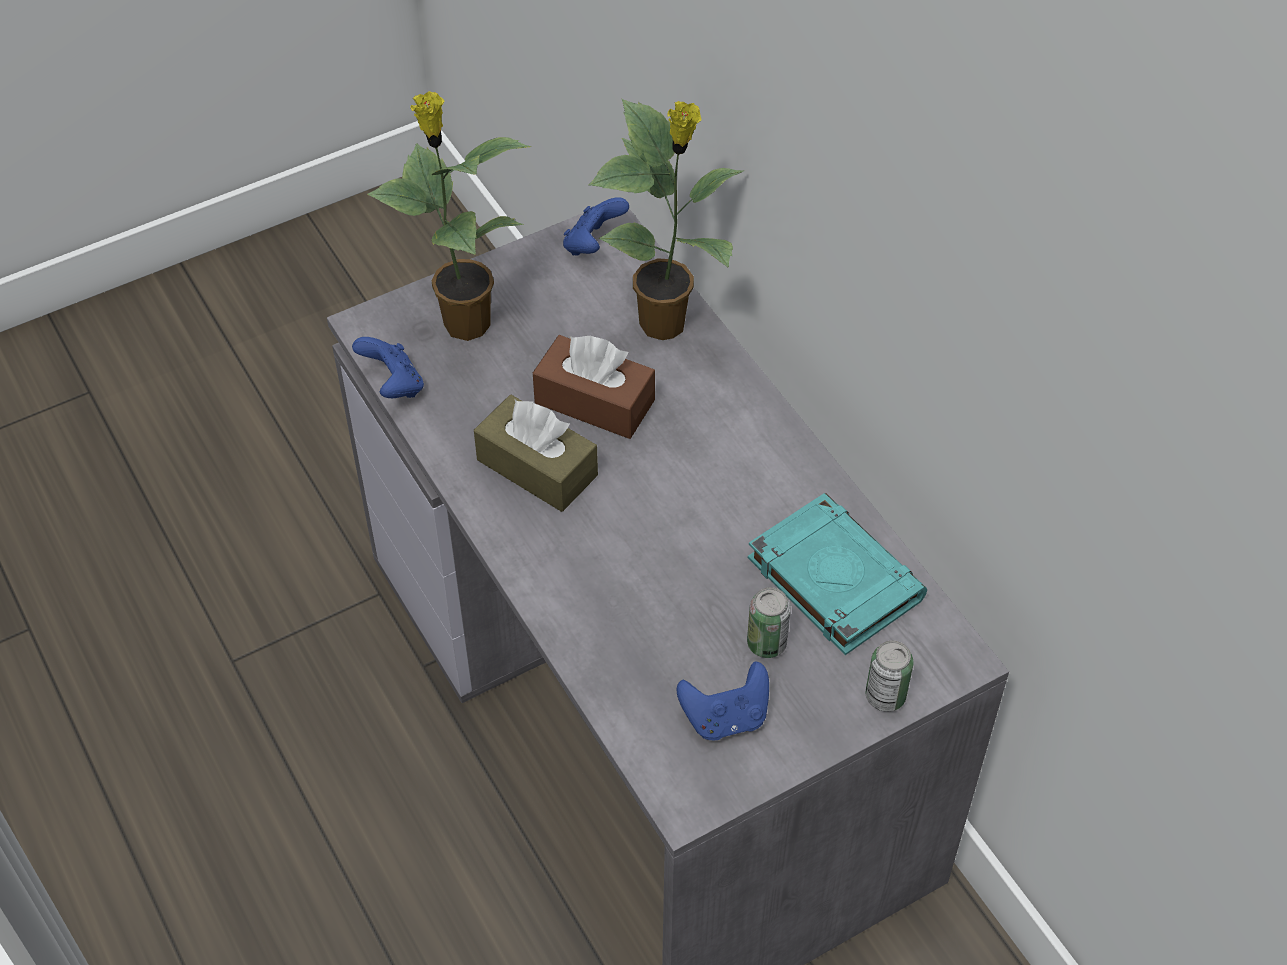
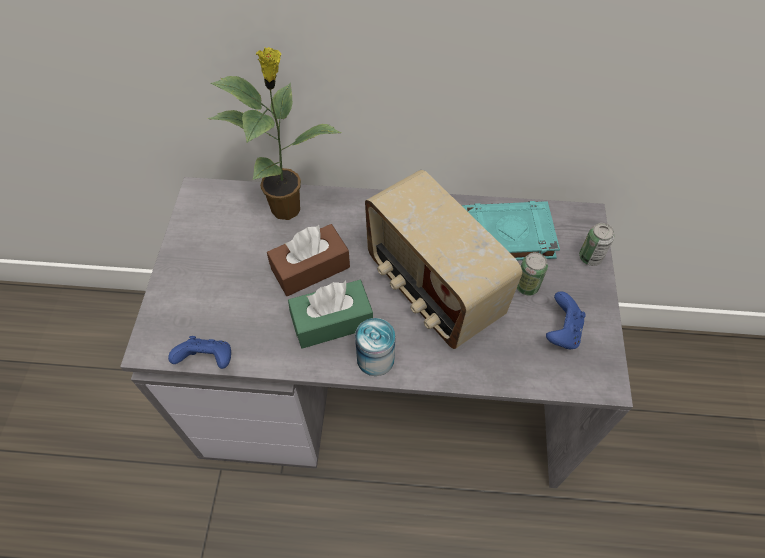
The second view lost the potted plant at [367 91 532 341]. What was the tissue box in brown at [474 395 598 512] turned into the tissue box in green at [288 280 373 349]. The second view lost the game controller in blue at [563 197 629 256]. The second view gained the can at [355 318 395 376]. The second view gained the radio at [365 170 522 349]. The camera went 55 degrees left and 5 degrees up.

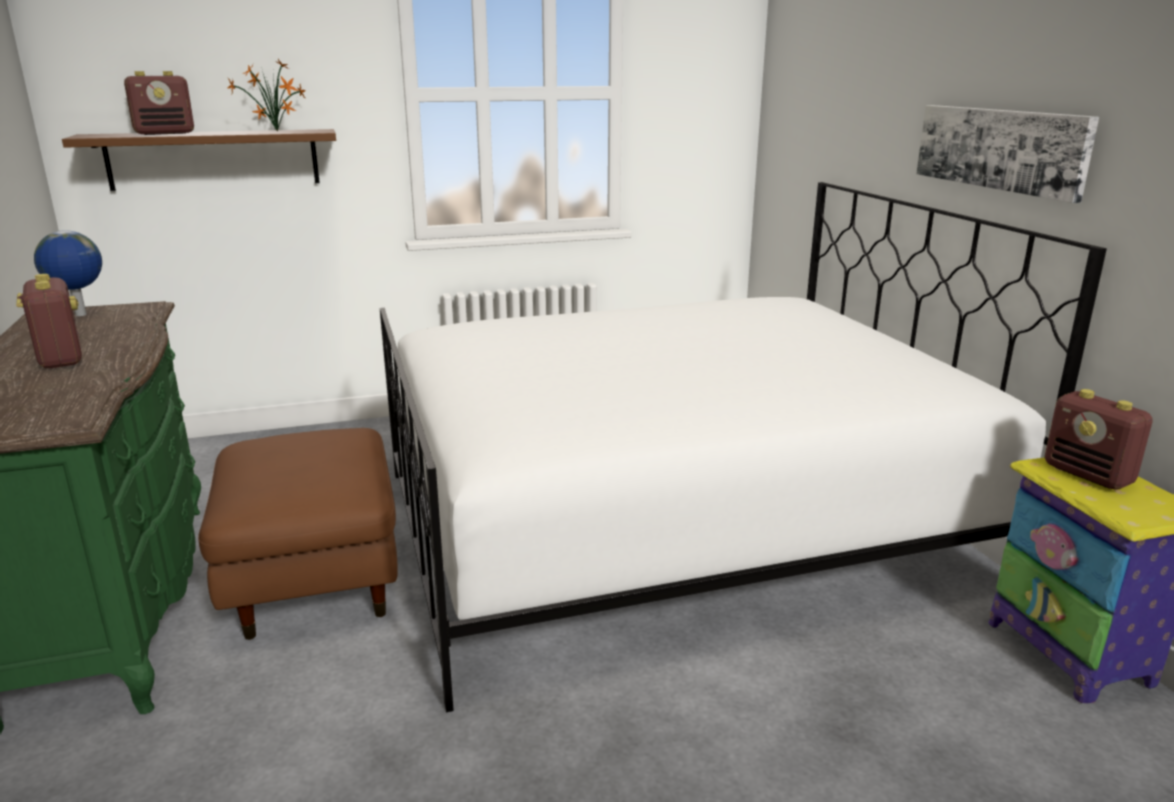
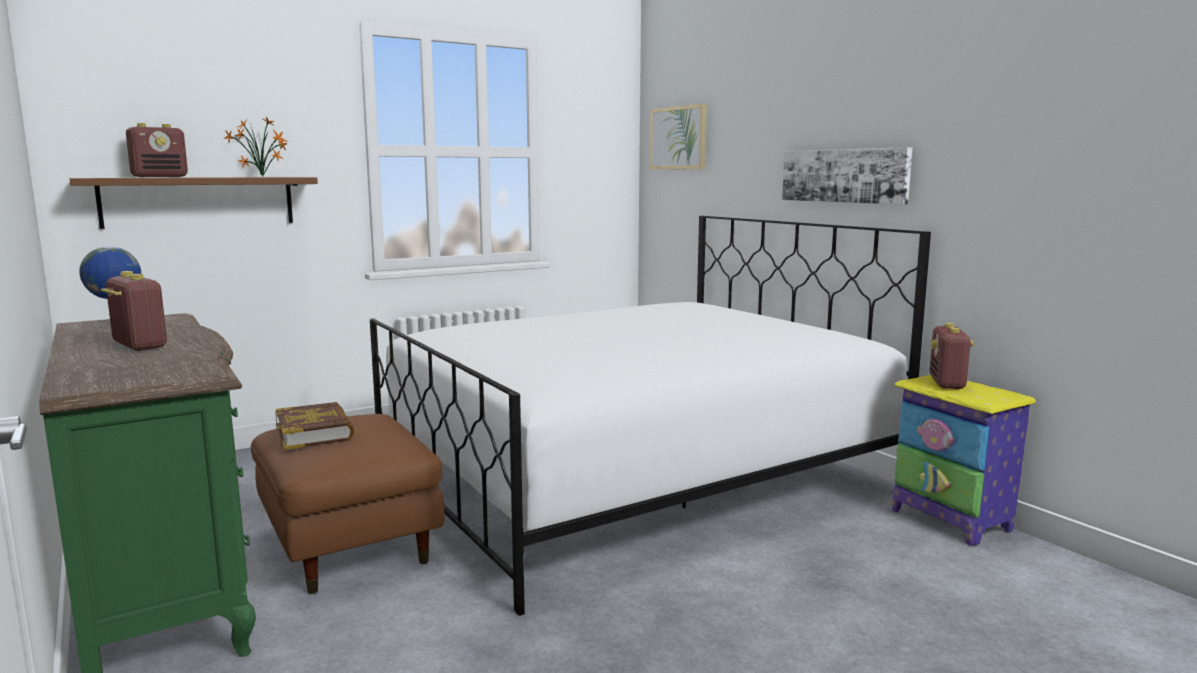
The radio at [1045 389 1152 490] ended up facing another way, 60 degrees clockwise from before. The second view gained the book at [275 402 354 450]. The second view gained the picture at [650 104 707 169]. The camera went 15 degrees left and 10 degrees down.

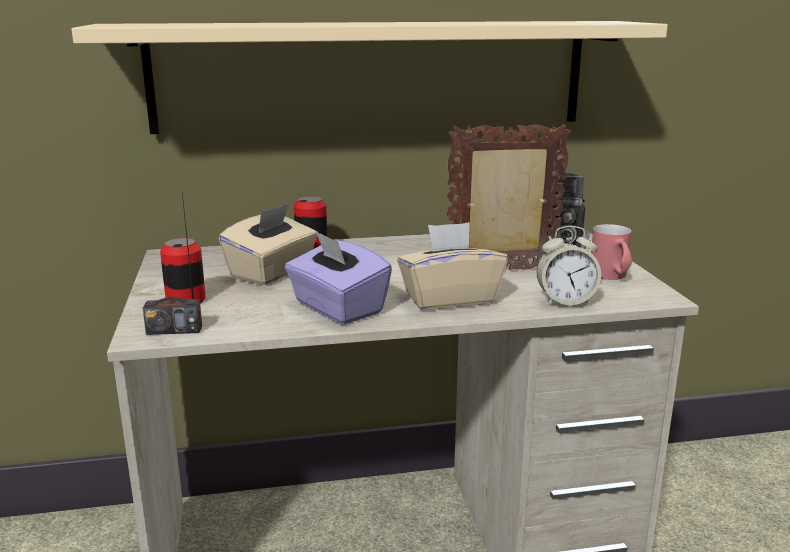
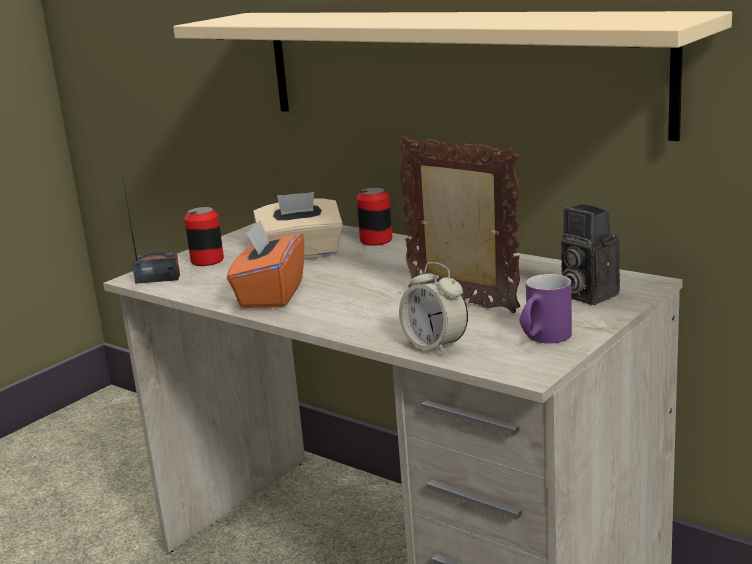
The radio at [143 192 202 335] ended up facing another way, 135 degrees clockwise from before. What was the tissue box in purple at [285 230 392 325] turned into the tissue box in orange at [227 220 304 308]. The second view lost the tissue box in beige at [397 222 508 310]. What was the mug in red at [591 224 632 280] turned into the mug in purple at [519 274 572 343]. The camera went 50 degrees right and 0 degrees up.

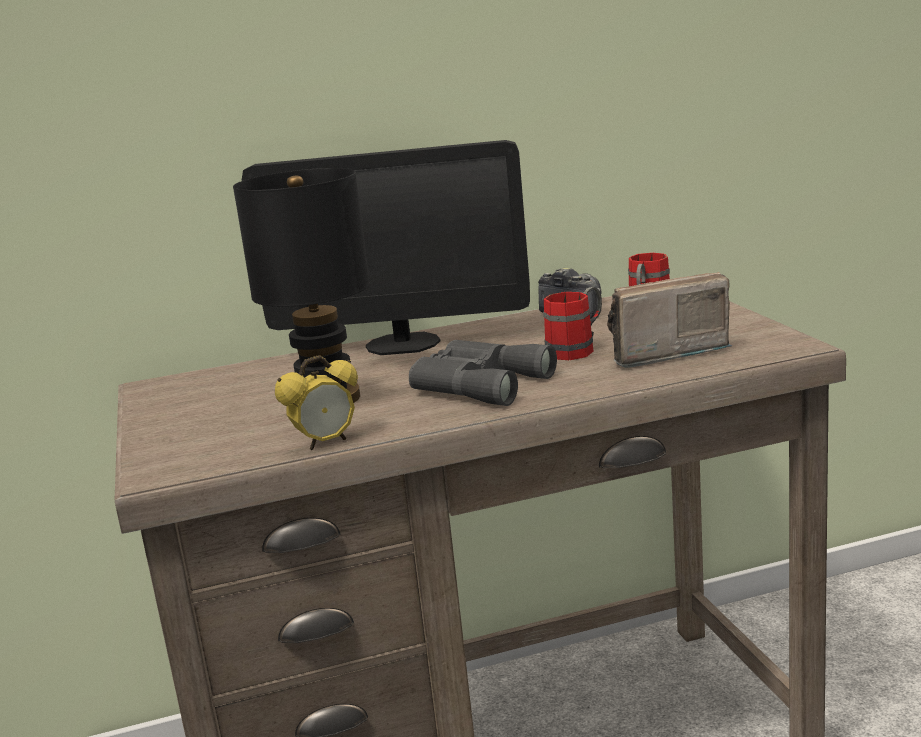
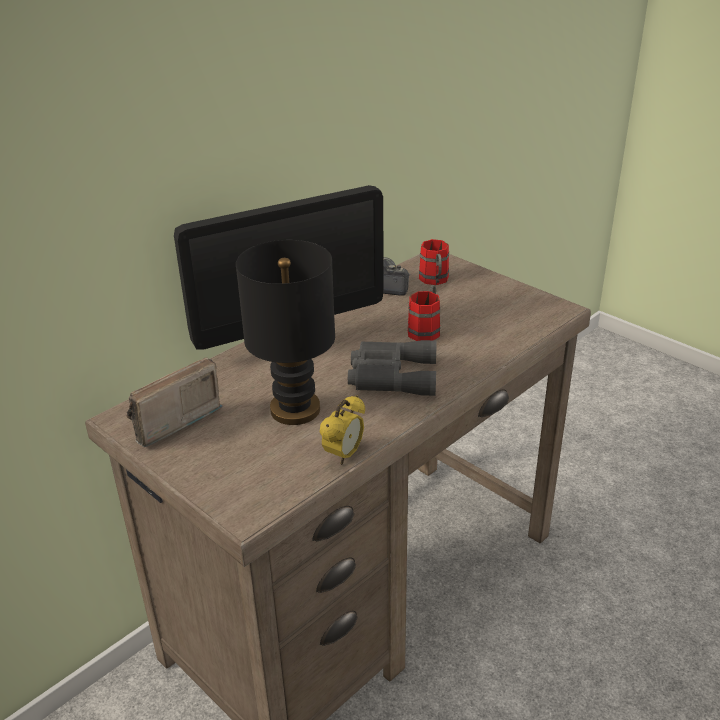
The radio ended up elsewhere, having gone from [607 272 732 367] to [126 357 223 447]. The camera went 30 degrees left and 15 degrees up.

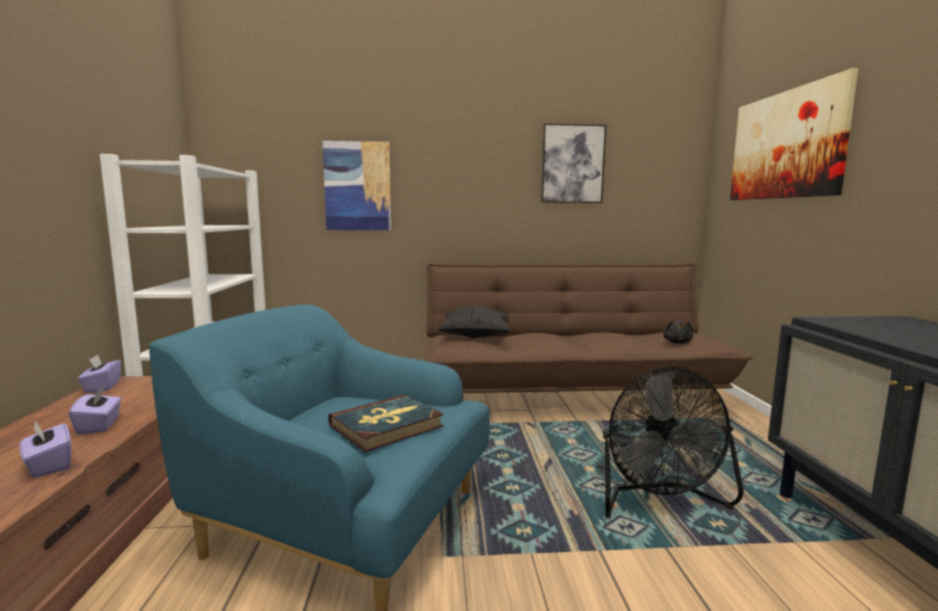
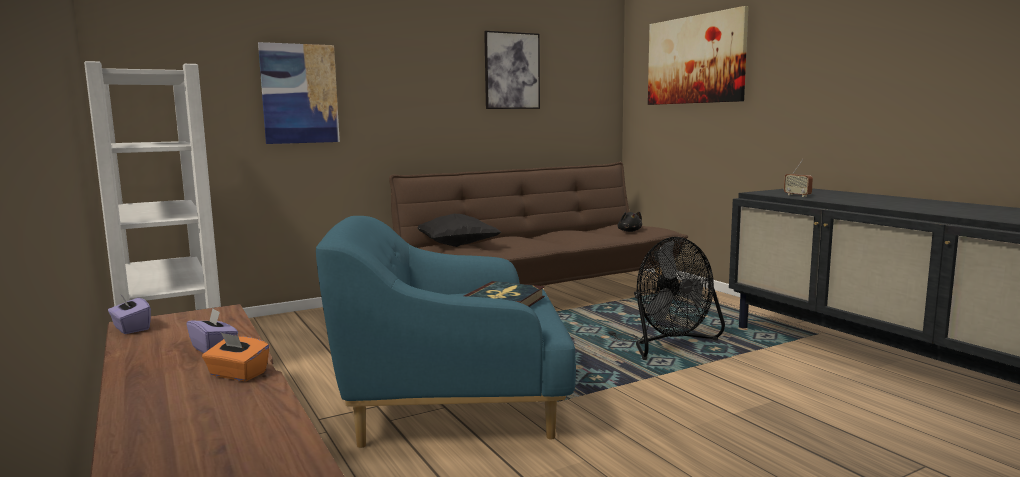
What was the tissue box in purple at [19 421 71 478] turned into the tissue box in orange at [202 333 270 381]. The second view gained the radio at [784 159 813 197]. The camera went 25 degrees left and 0 degrees up.

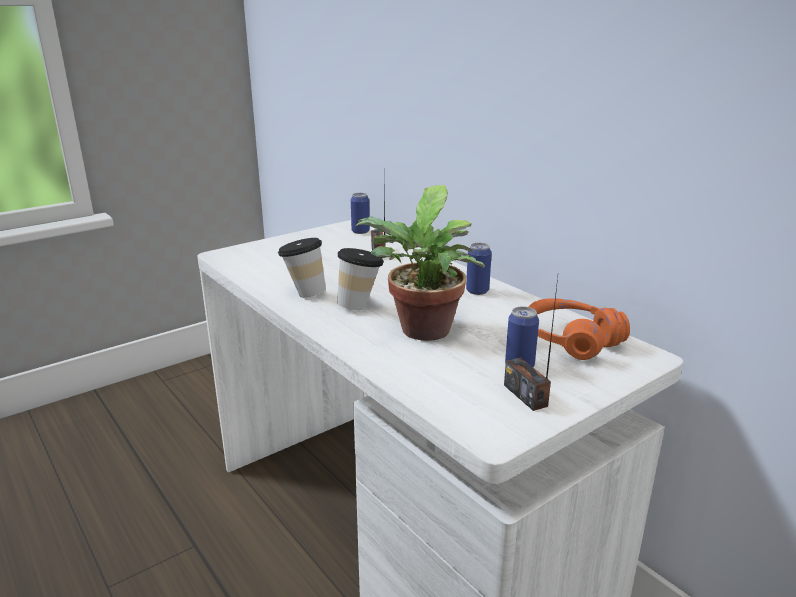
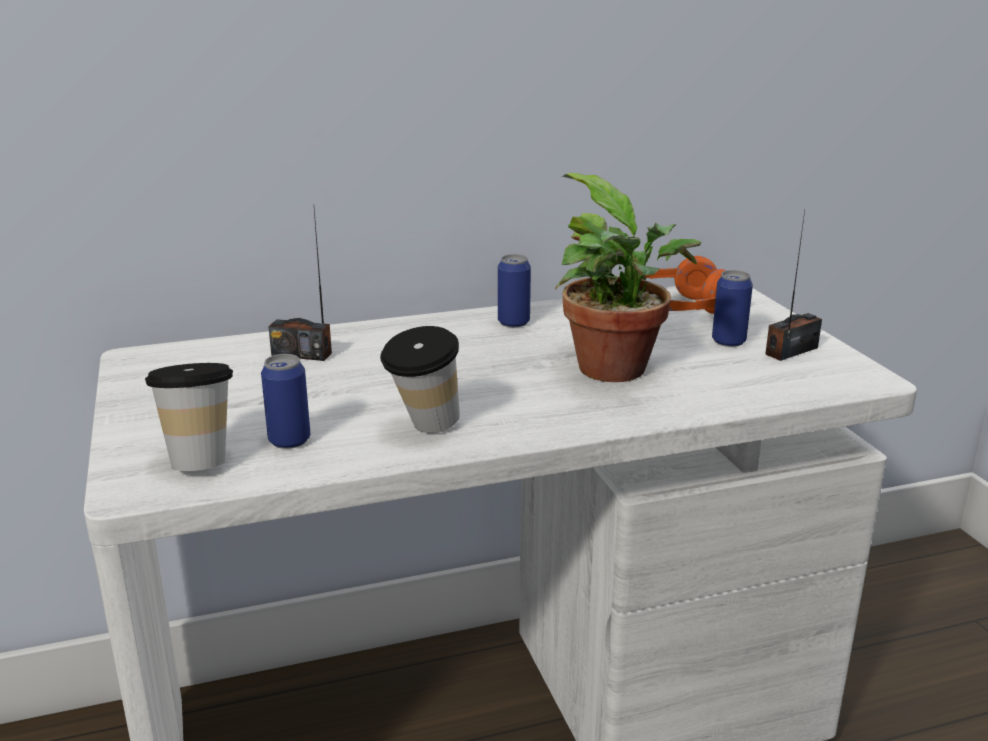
The cup ended up elsewhere, having gone from [337 248 384 310] to [145 363 233 471]. The can ended up elsewhere, having gone from [351 193 370 234] to [261 354 310 449]. The radio at [504 277 558 411] ended up facing another way, 150 degrees clockwise from before. The camera went 70 degrees left and 0 degrees up.

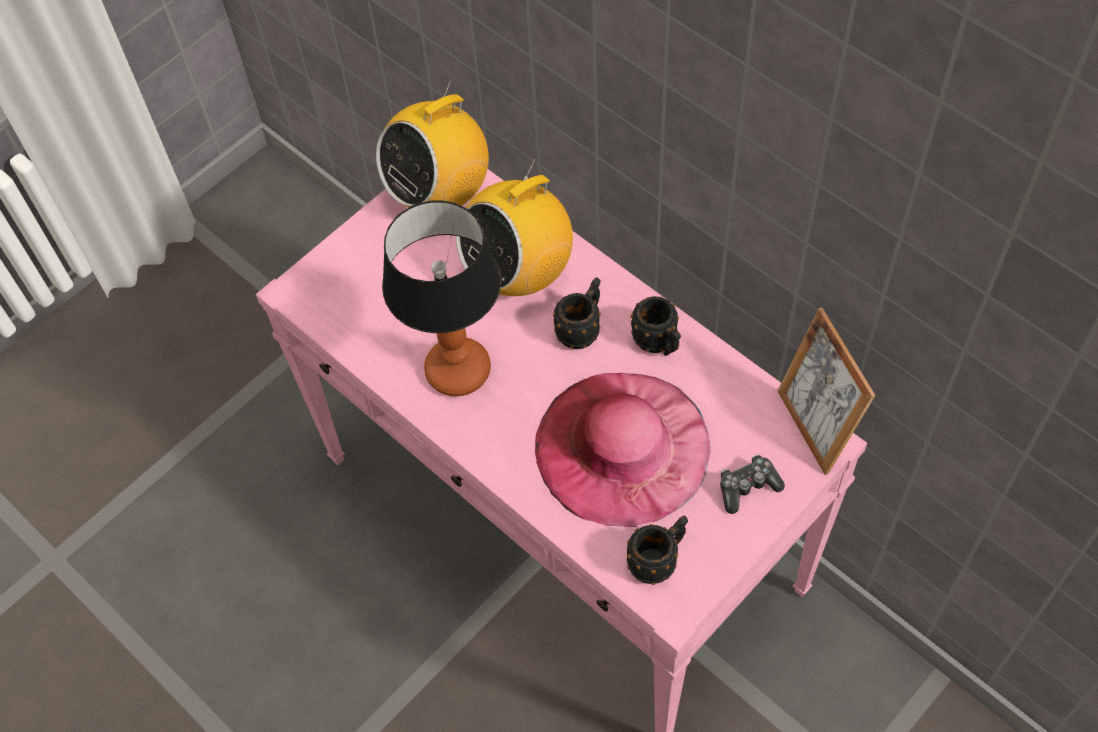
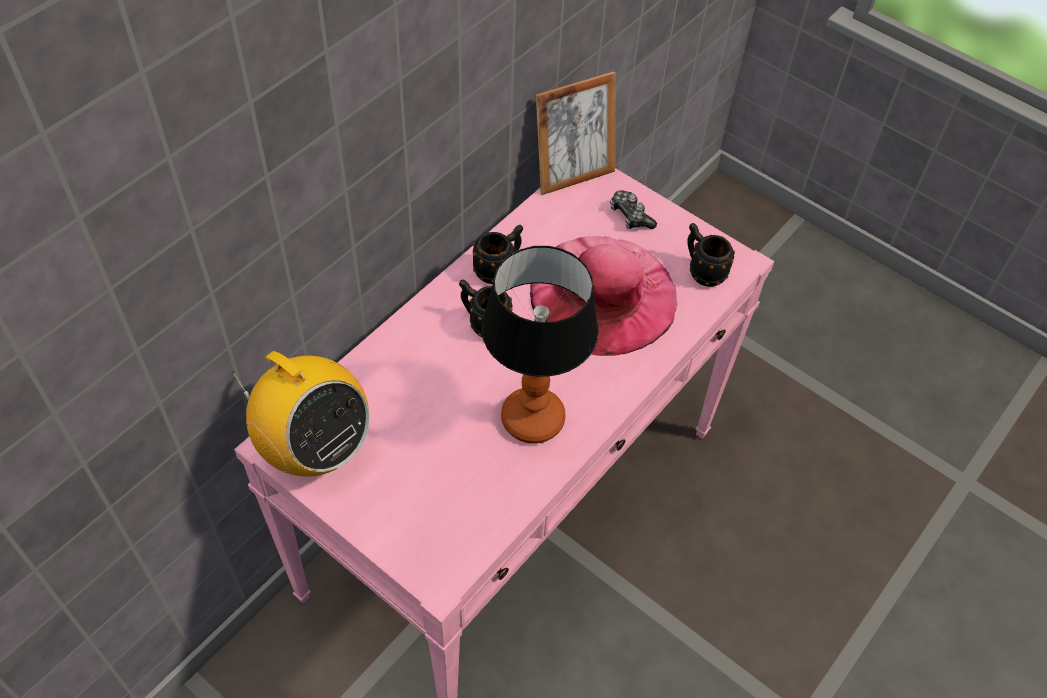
The second view lost the radio at [456 157 573 296]. The camera went 100 degrees left and 5 degrees down.

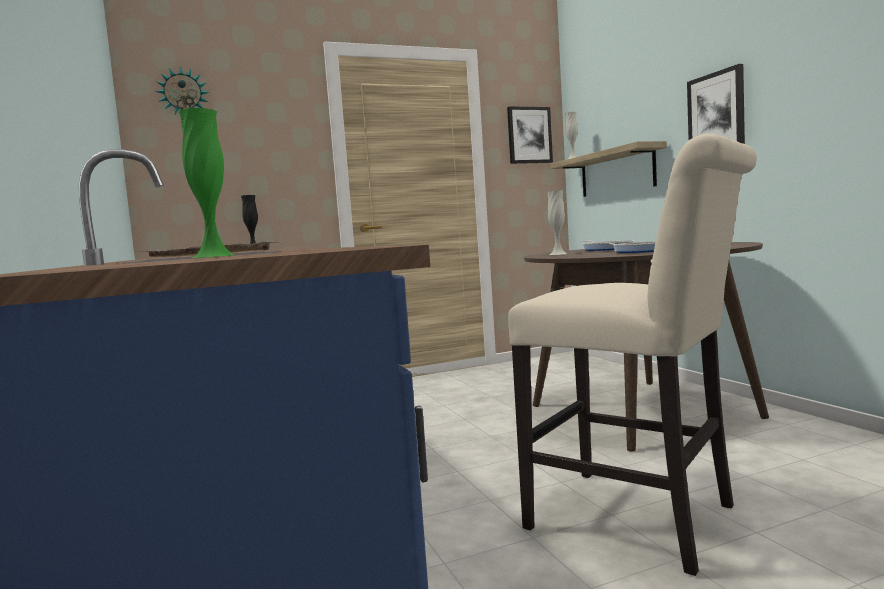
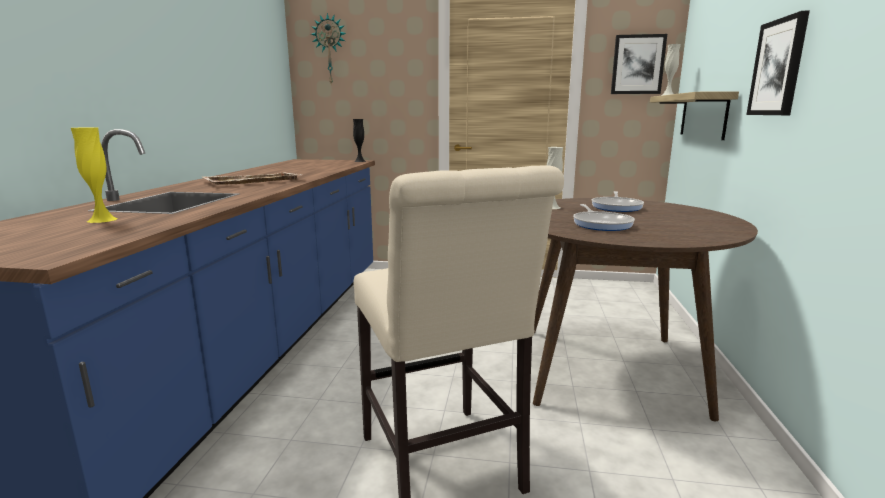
What was the vase in green at [179 108 234 258] turned into the vase in yellow at [71 127 118 223]. The camera went 30 degrees right and 10 degrees up.

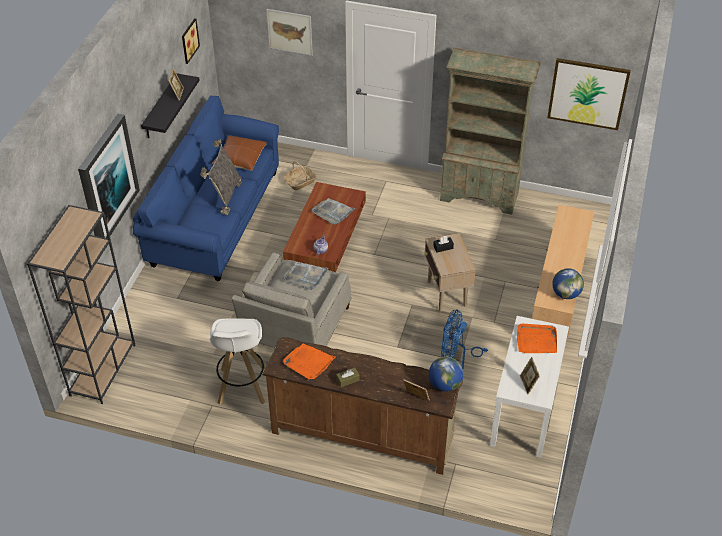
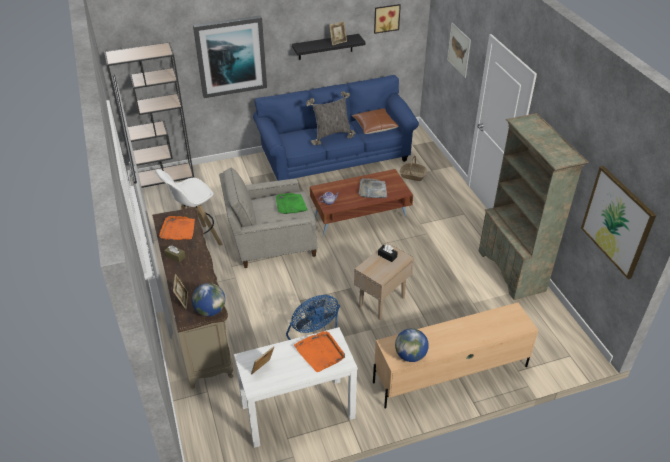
What was the tray in grey at [283 262 328 290] turned into the tray in green at [276 193 308 214]. The camera went 55 degrees right and 5 degrees down.

